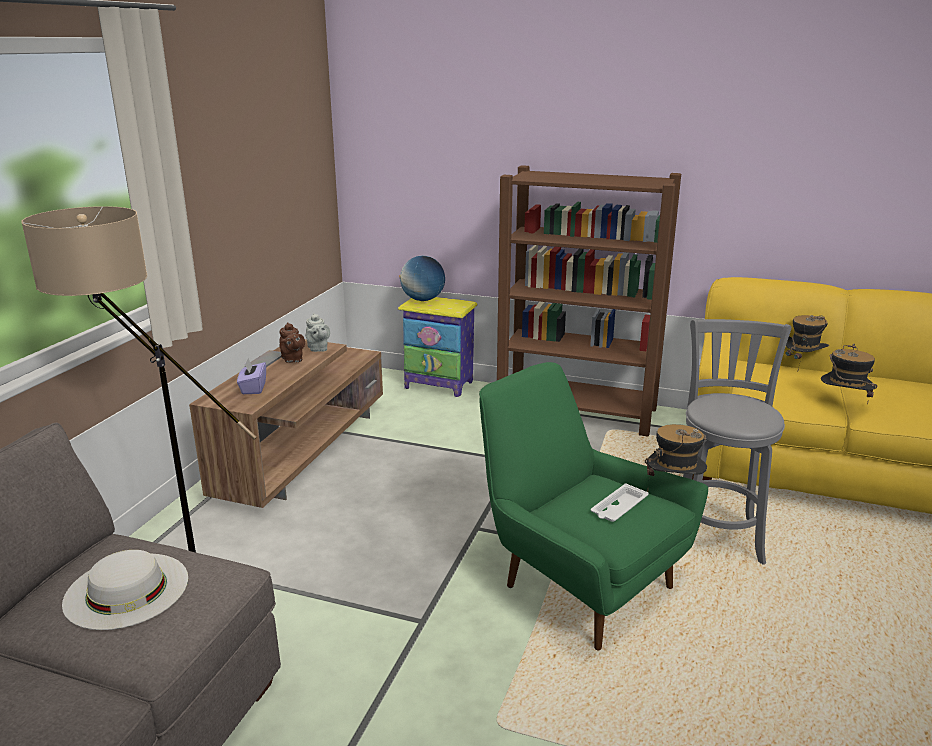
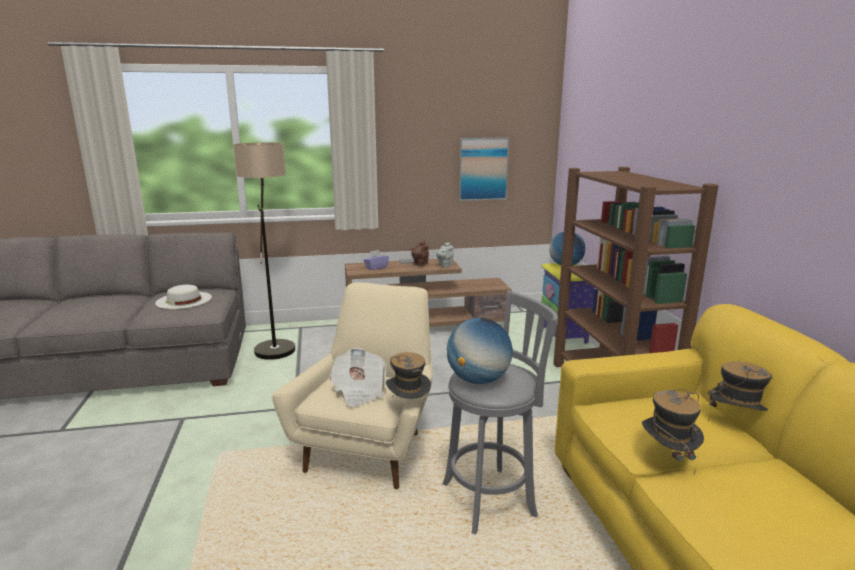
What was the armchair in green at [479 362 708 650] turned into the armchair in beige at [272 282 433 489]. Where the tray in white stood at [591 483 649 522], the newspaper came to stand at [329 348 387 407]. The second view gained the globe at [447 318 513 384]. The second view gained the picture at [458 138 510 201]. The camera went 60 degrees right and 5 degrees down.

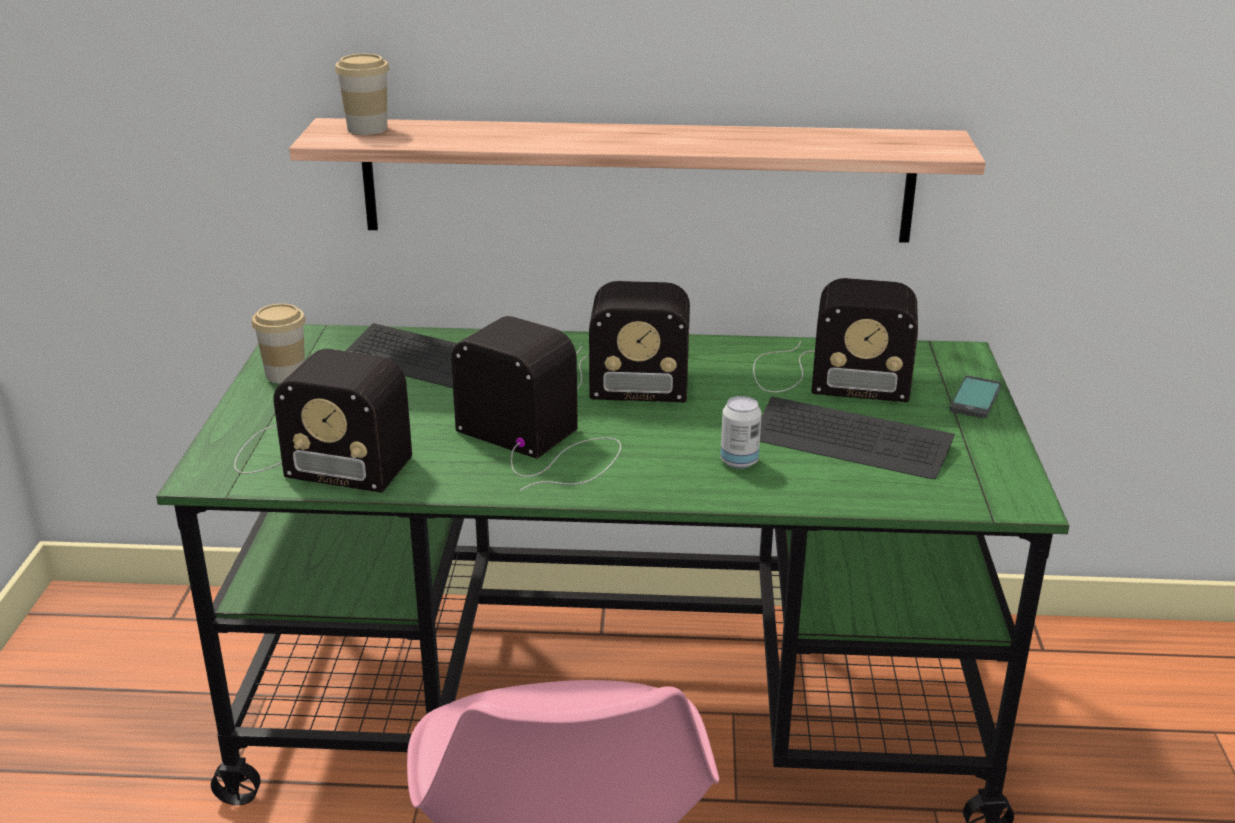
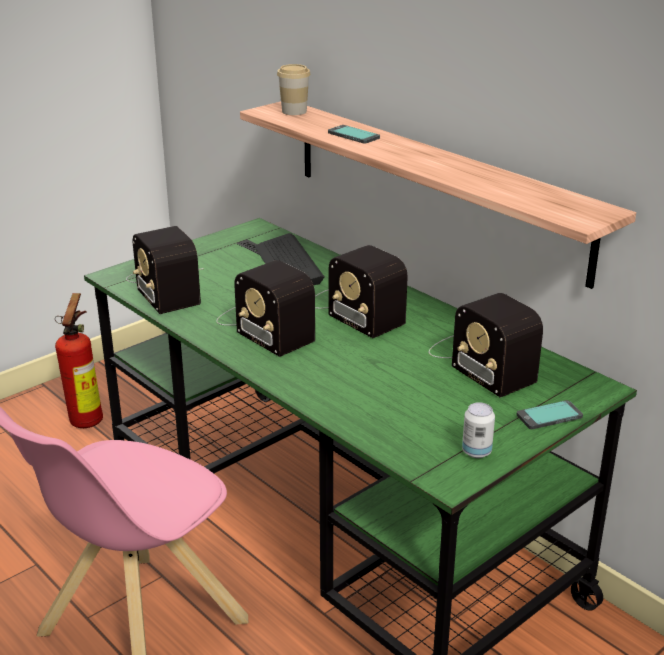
The second view lost the cup at [252 304 306 384]. The radio at [451 316 621 492] ended up facing another way, 150 degrees clockwise from before. The can ended up elsewhere, having gone from [720 396 762 469] to [462 402 495 458]. The second view lost the keyboard at [760 397 955 479]. The second view gained the fire extinguisher at [55 293 103 428]. The second view gained the phone at [328 125 380 144]. The camera went 45 degrees right and 0 degrees up.

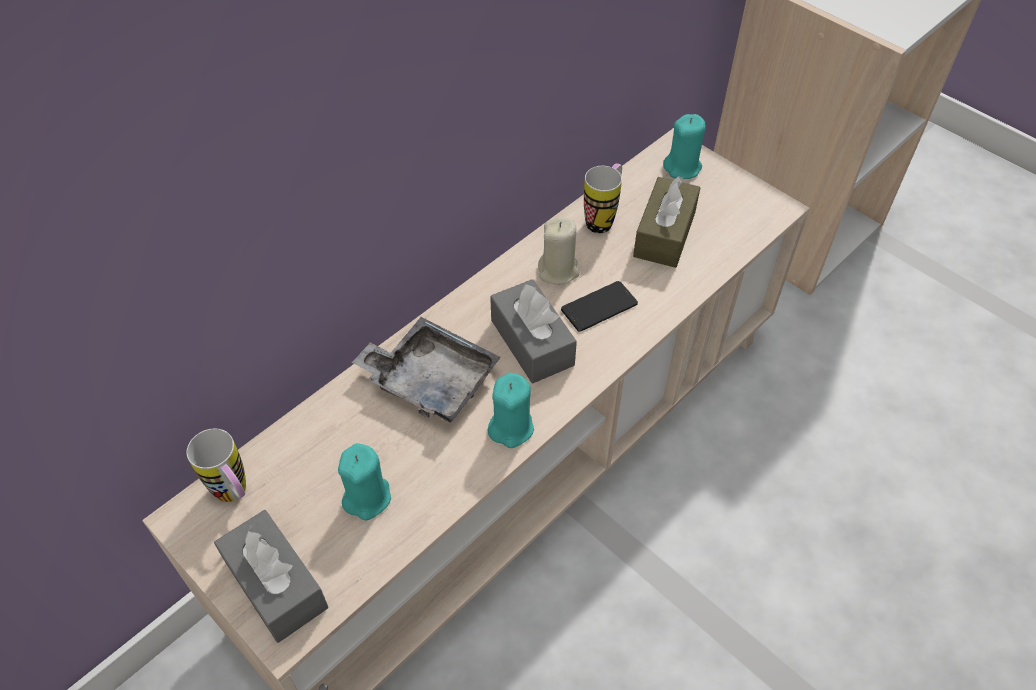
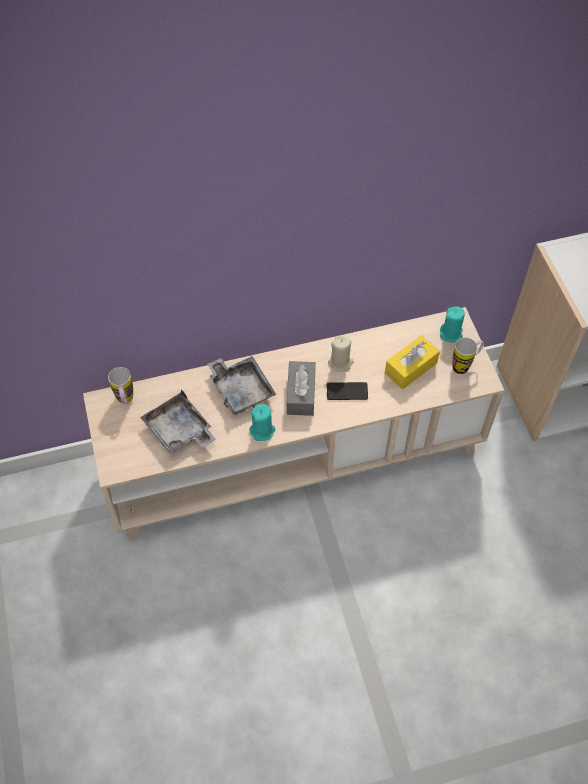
The second view lost the tissue box in grey at [214 510 328 643]. Where the candle in turquoise stood at [338 443 391 520], the tray in grey came to stand at [140 390 216 454]. The mug ended up elsewhere, having gone from [584 163 622 233] to [452 337 484 374]. What was the tissue box in brown at [633 176 701 268] turned into the tissue box in yellow at [385 335 440 389]. The camera went 30 degrees right and 5 degrees up.

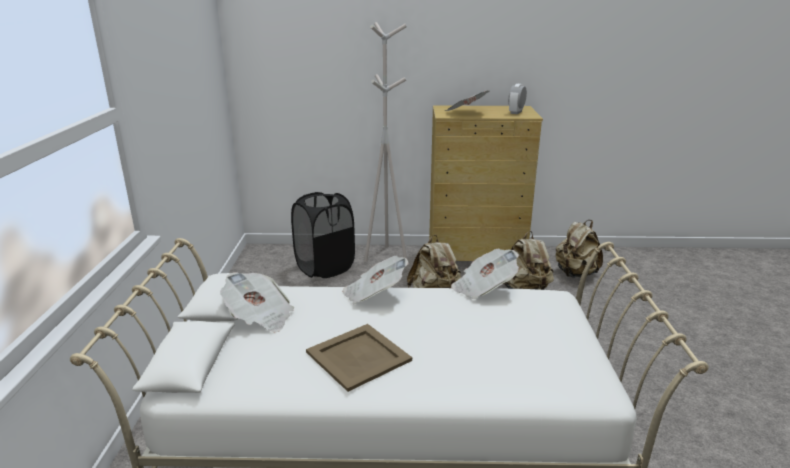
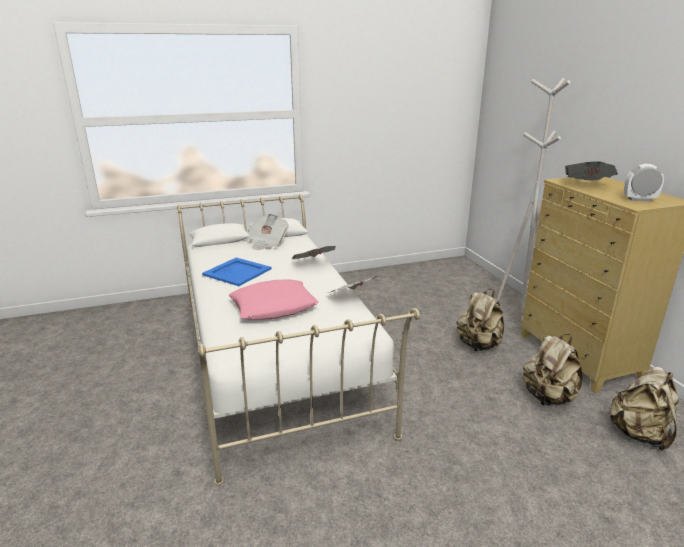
The second view lost the laundry basket in black at [291 192 355 278]. What was the tray in beige at [306 324 412 392] turned into the tray in blue at [202 258 272 286]. The second view gained the pillow in pink at [228 280 319 320]. The camera went 70 degrees right and 0 degrees up.

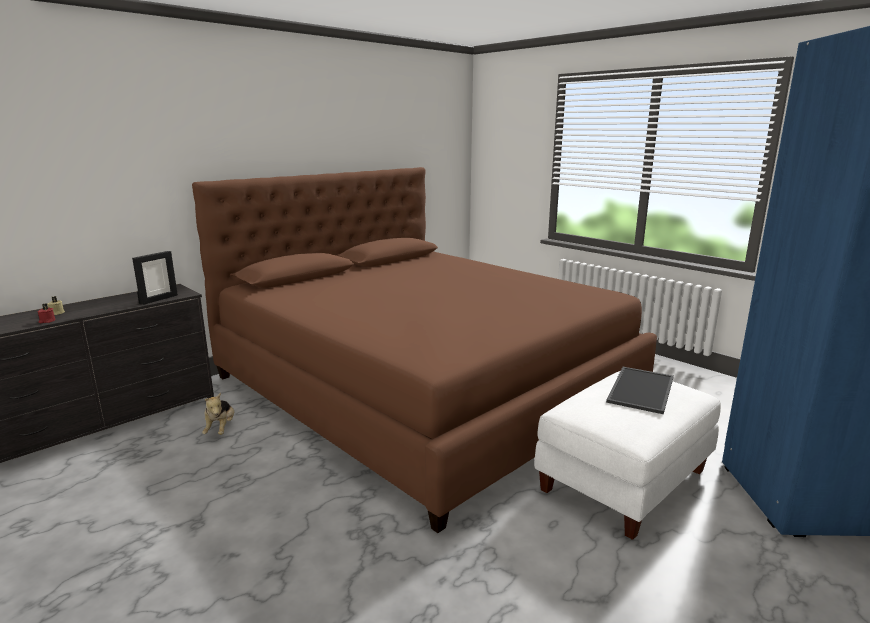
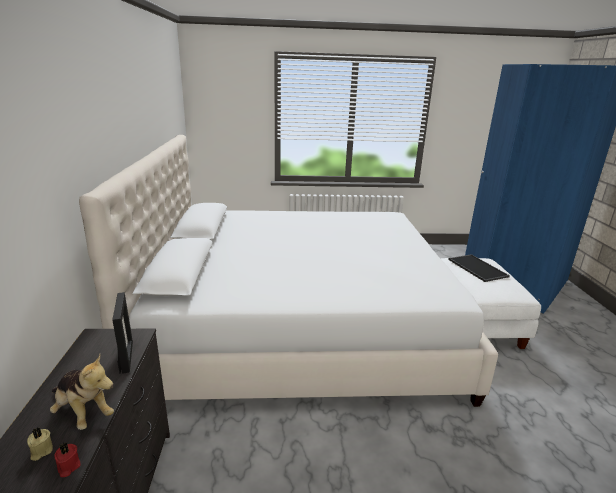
What was the bed in brown at [192 167 657 533] turned into the bed in white at [79 135 498 407]. The plush toy ended up elsewhere, having gone from [202 393 234 435] to [50 354 114 430]. The camera went 50 degrees left and 5 degrees up.

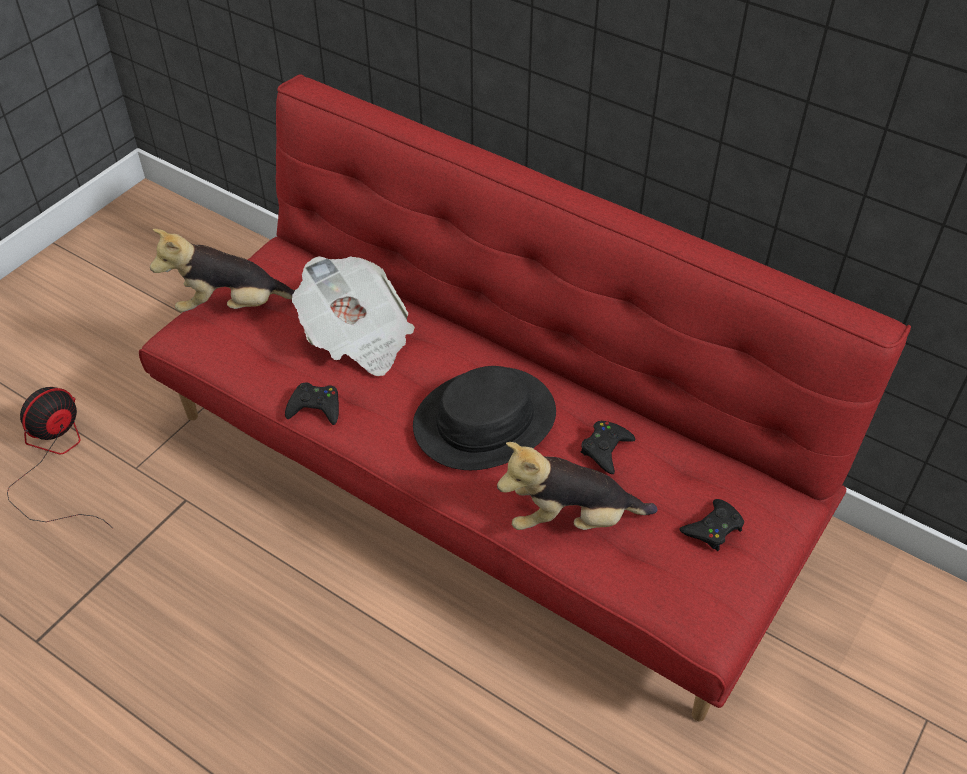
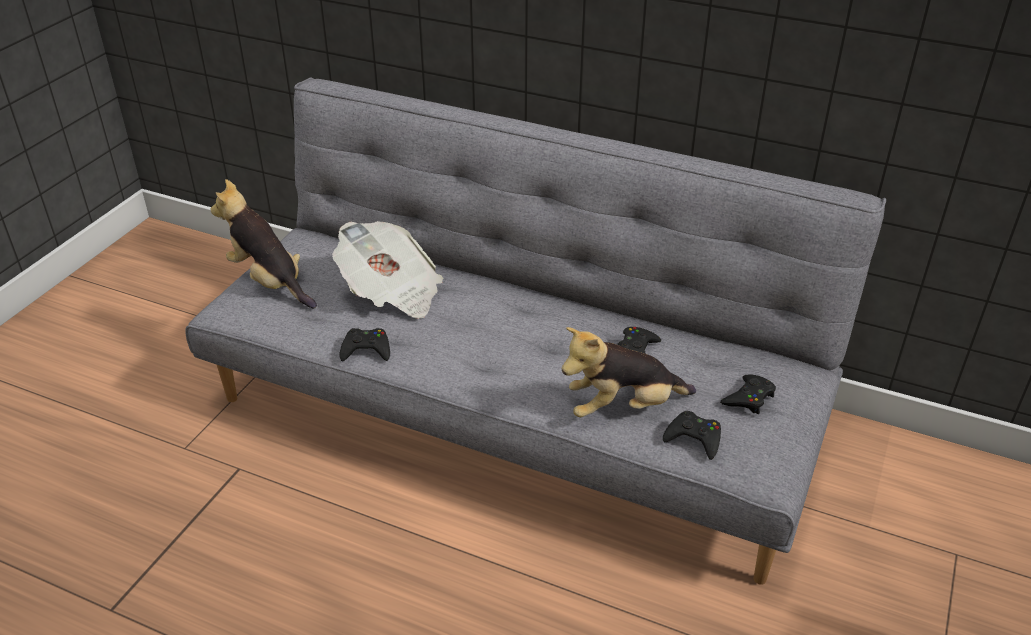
The second view lost the fan at [7 387 113 528]. What was the sofa in red at [139 74 911 721] turned into the sofa in grey at [185 78 886 585]. The plush toy at [150 229 295 312] ended up facing another way, 60 degrees clockwise from before. The second view lost the hat in black at [413 366 556 470]. The second view gained the game controller in black at [663 411 721 460]. The camera went 10 degrees left and 10 degrees down.

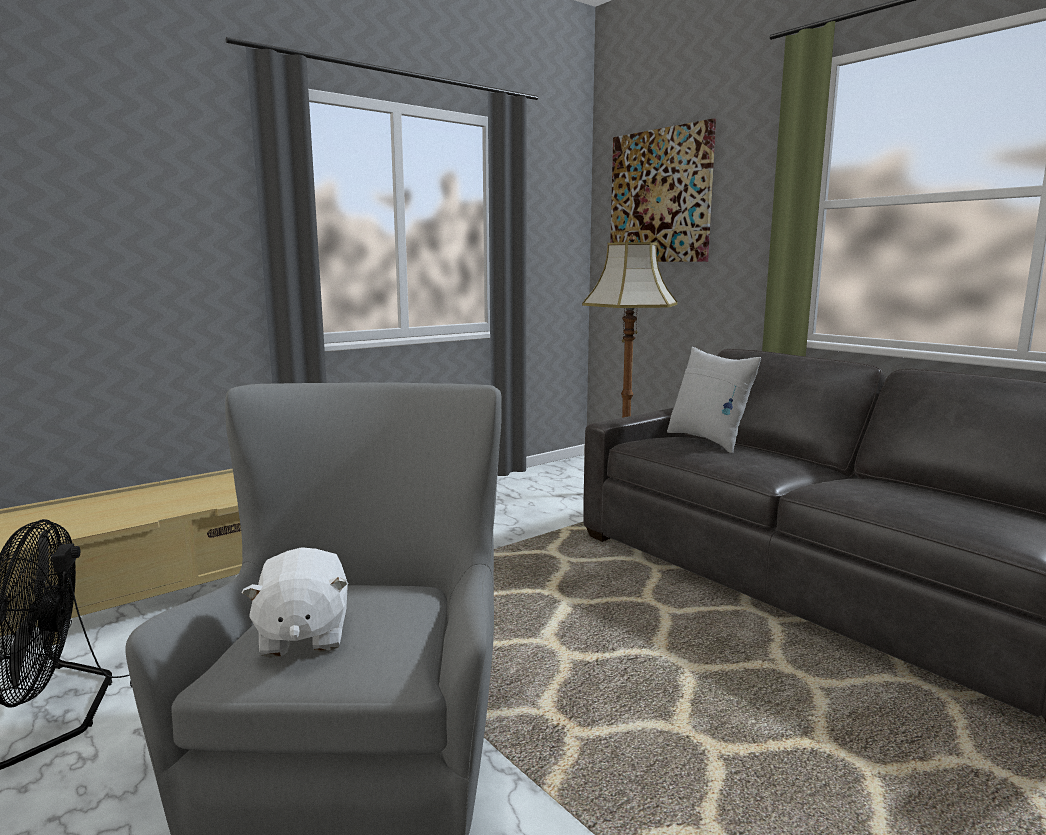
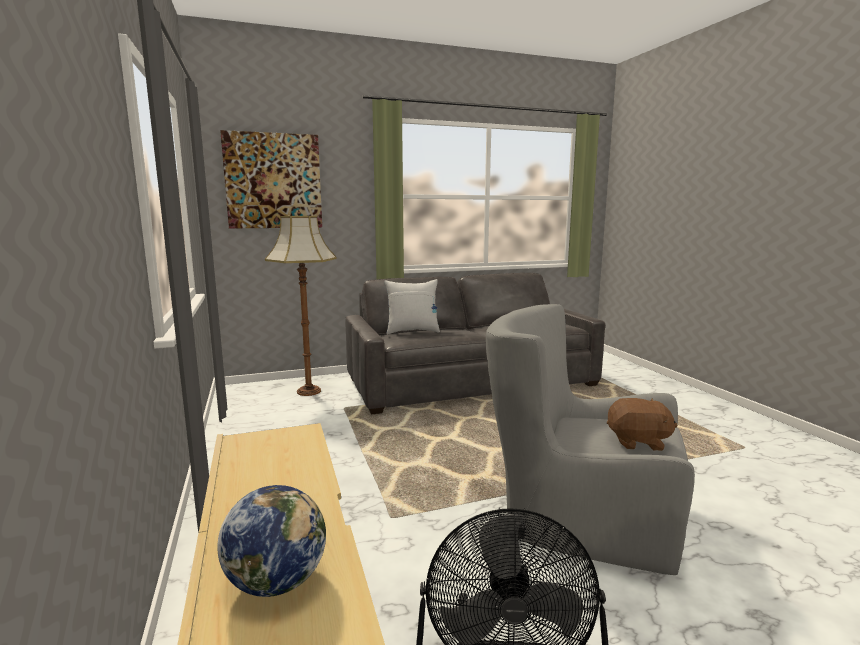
What was the plush toy in white at [242 547 348 657] turned into the plush toy in brown at [607 398 678 451]. The second view gained the globe at [217 485 326 597]. The camera went 70 degrees left and 0 degrees up.

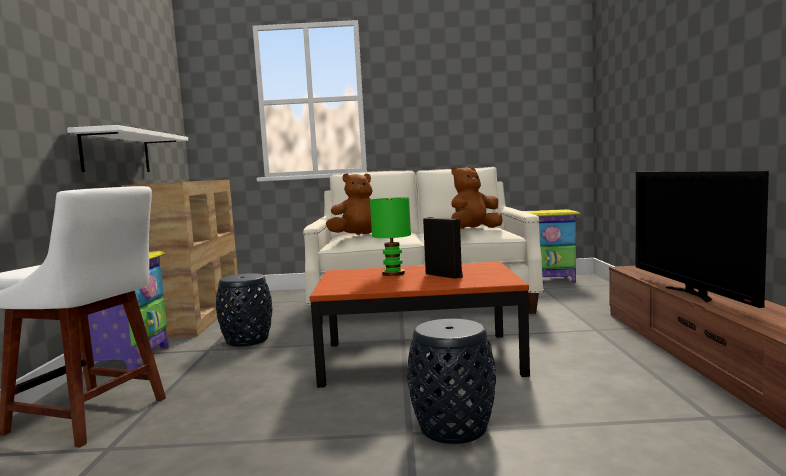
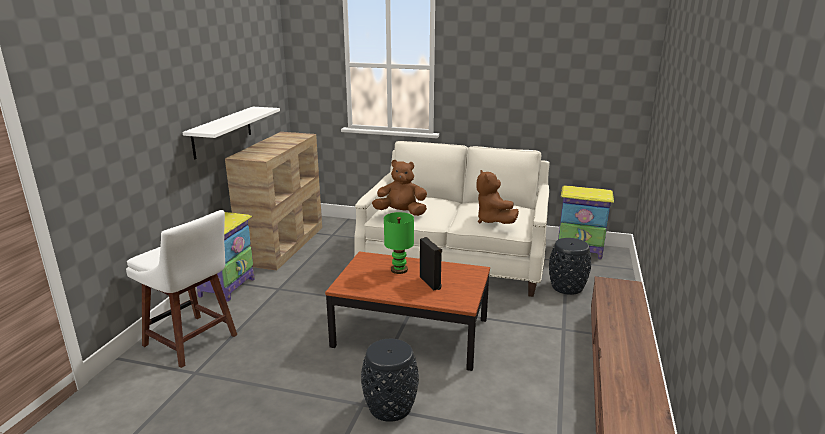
The stool in black ended up elsewhere, having gone from [216 273 272 347] to [549 238 591 295]. The plush toy in brown at [451 167 503 229] ended up facing another way, 90 degrees counterclockwise from before. The second view lost the television at [636 171 769 308]. The camera went 15 degrees right and 15 degrees up.

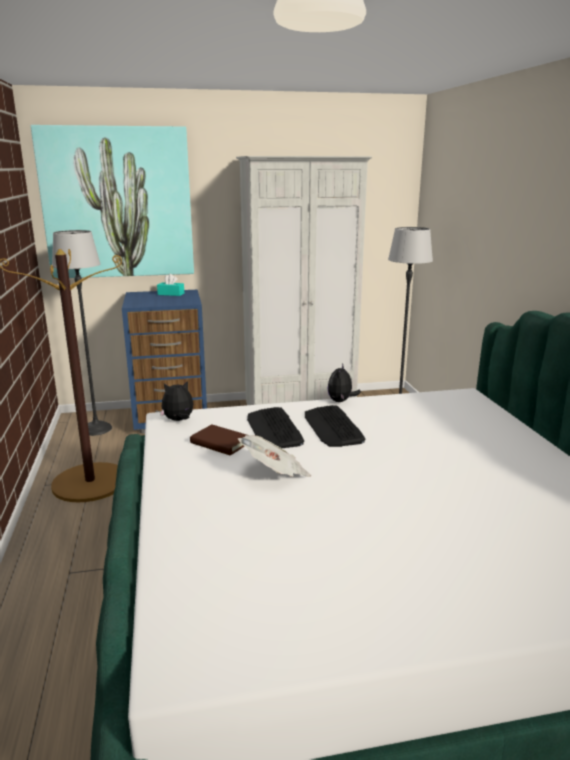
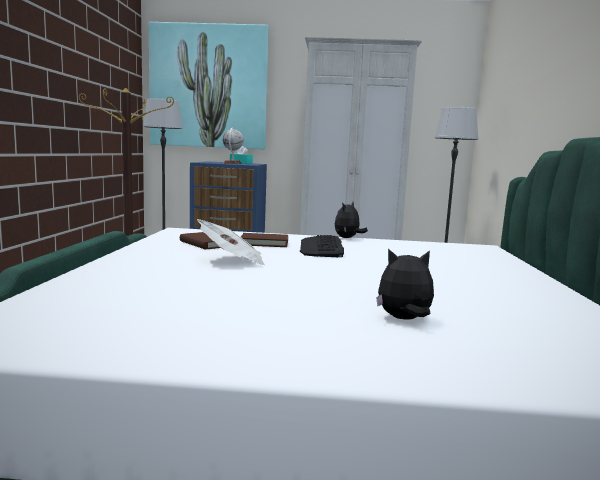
The plush toy ended up elsewhere, having gone from [160 381 193 421] to [376 249 434 319]. Where the keyboard stood at [247 407 304 448], the book in brown came to stand at [241 233 288 247]. The second view gained the globe at [223 128 244 164]. The camera went 15 degrees right and 10 degrees down.

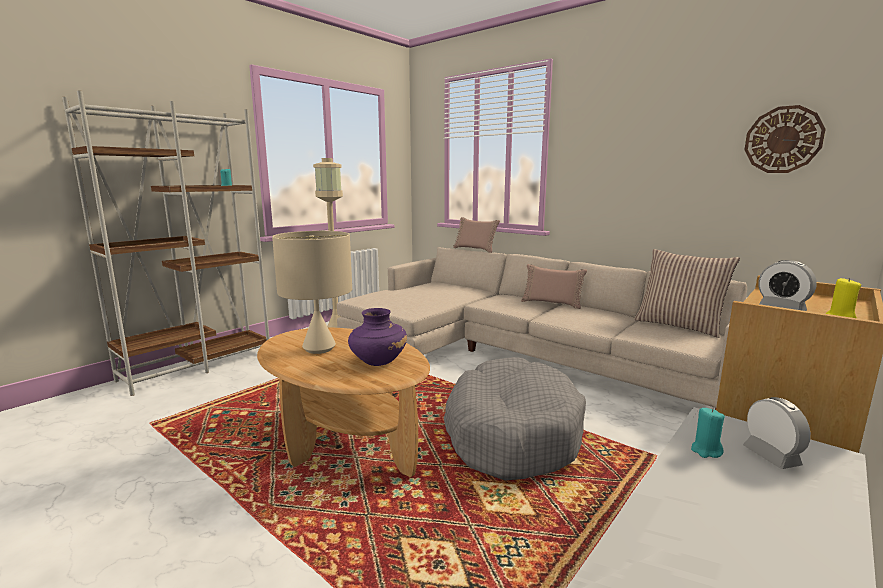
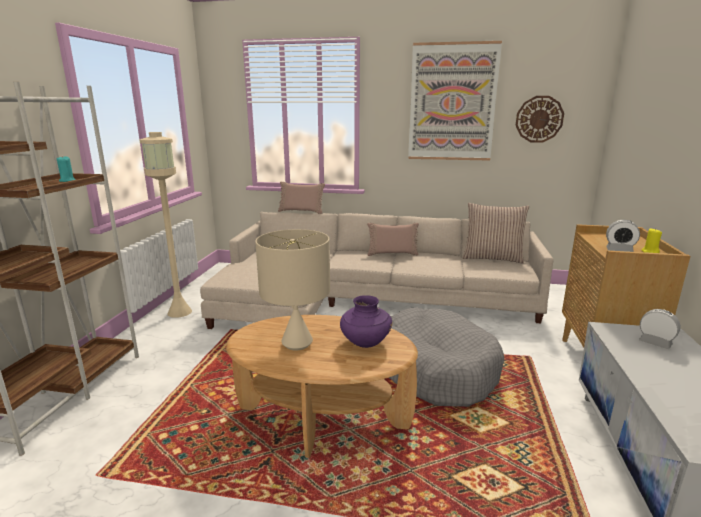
The second view lost the candle in turquoise at [691 408 725 458]. The second view gained the picture at [408 41 502 161]. The camera went 30 degrees left and 5 degrees up.

